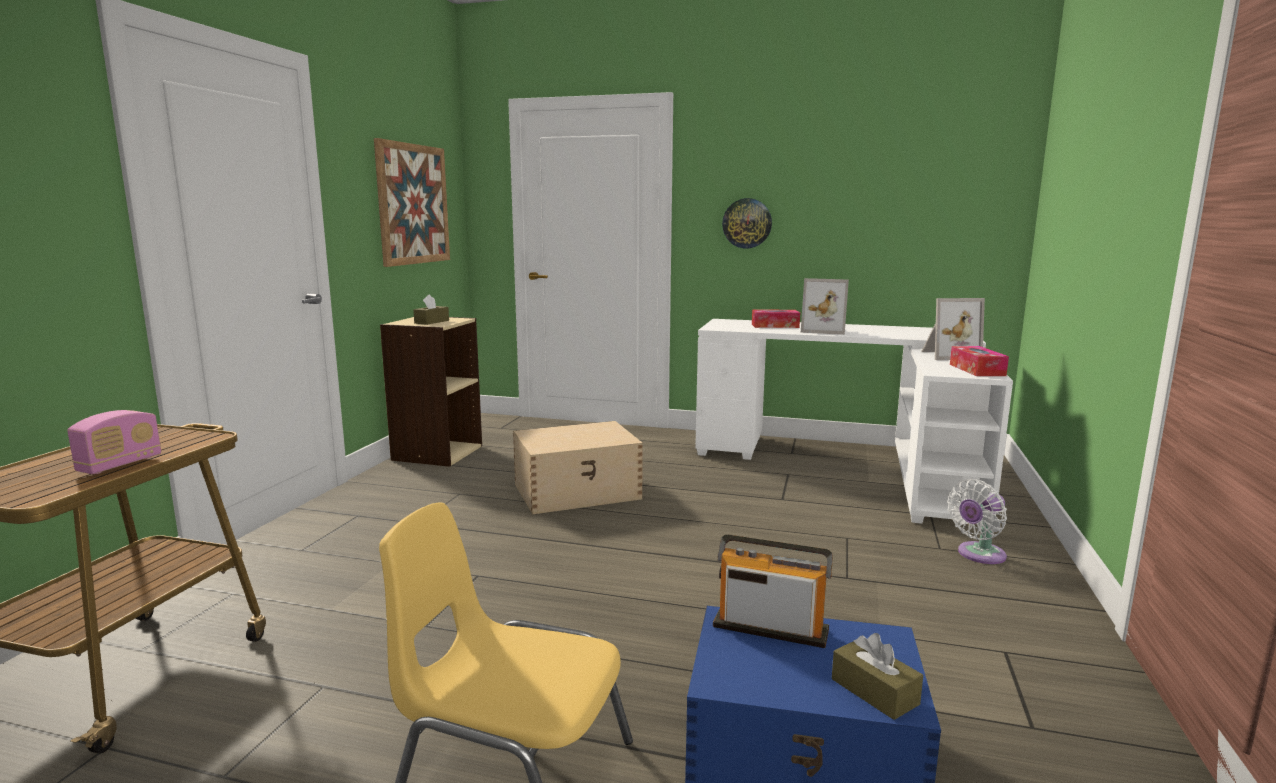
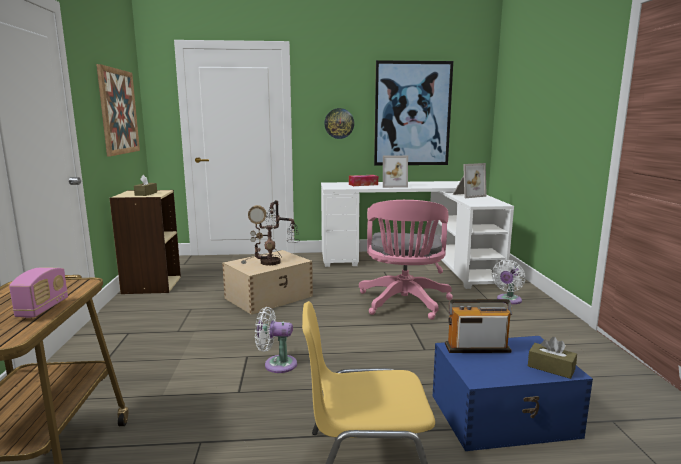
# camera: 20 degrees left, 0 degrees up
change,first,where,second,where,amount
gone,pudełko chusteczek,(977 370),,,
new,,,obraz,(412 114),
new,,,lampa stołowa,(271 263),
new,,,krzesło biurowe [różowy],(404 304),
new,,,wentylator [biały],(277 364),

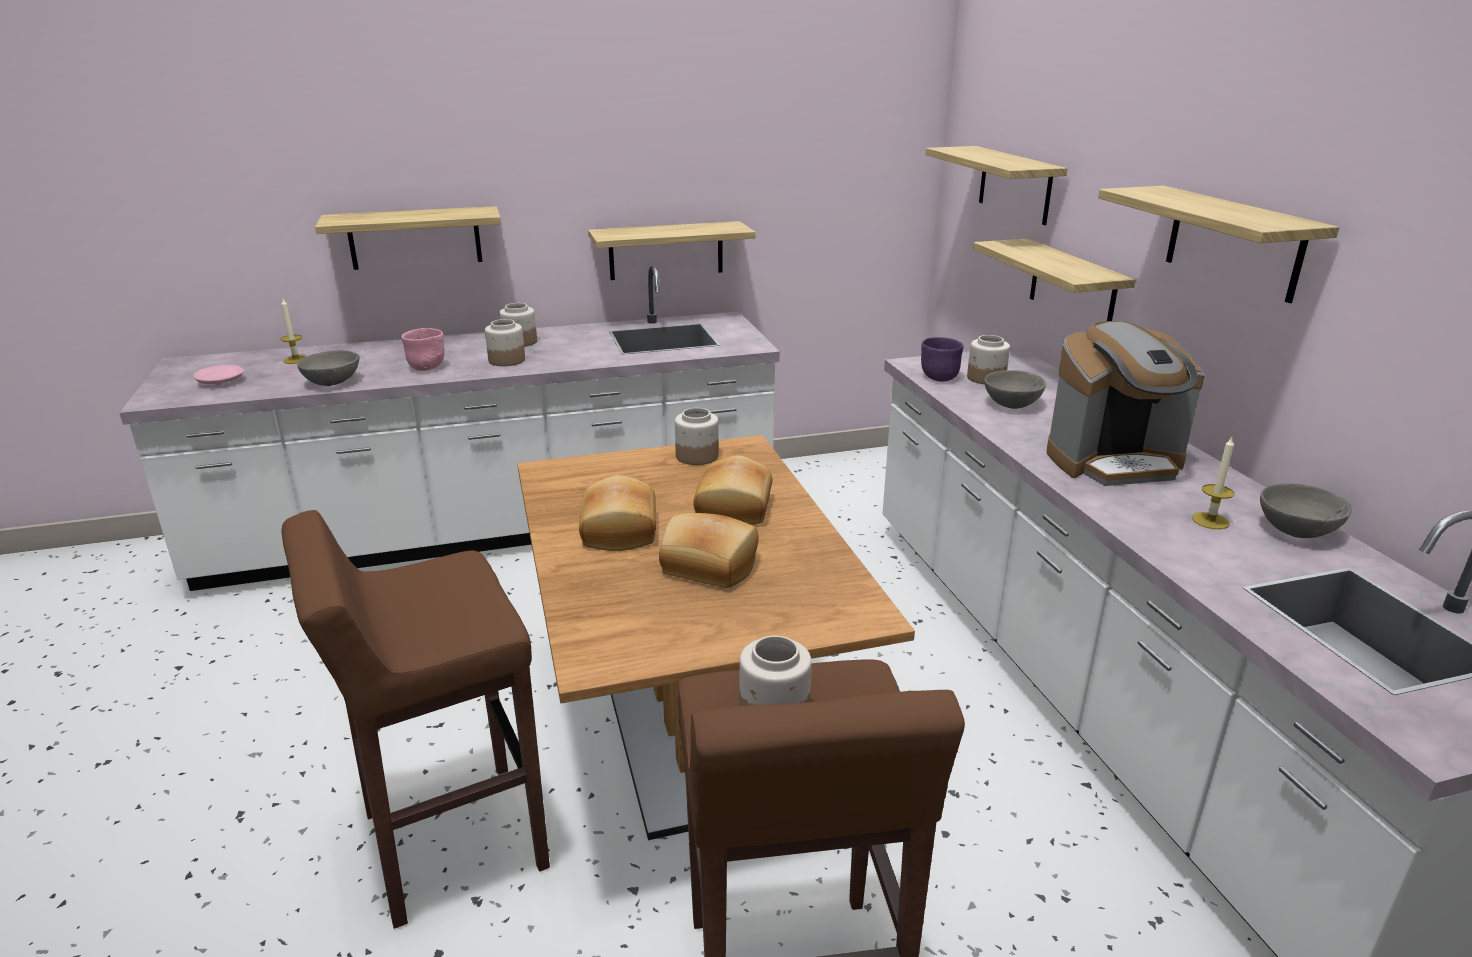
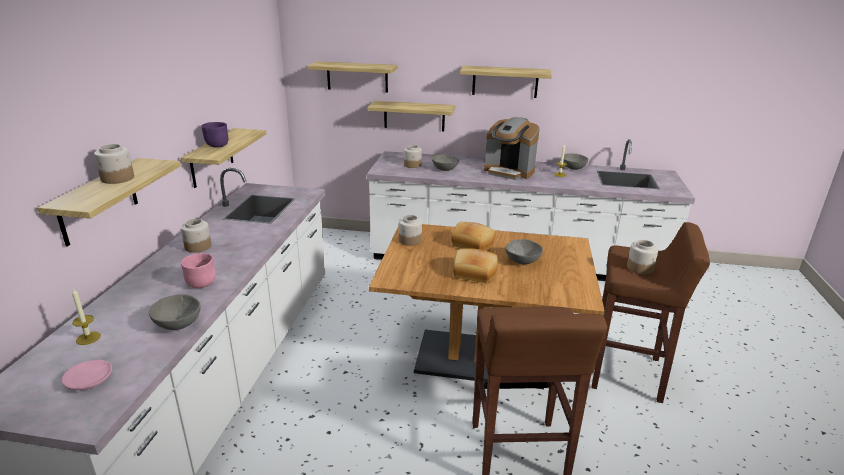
# camera: 65 degrees left, 0 degrees up
change,first,where,second,where,amount
shifted,słoik,(506 360),,(117 178),
rotated,ekspres do kawy,(1114 462),,(509 172),105 degrees clockwise
shifted,miska [fioletowy],(938 378),,(217 146),
swapped,chleb,(708 567),miska [szary],(522 261),

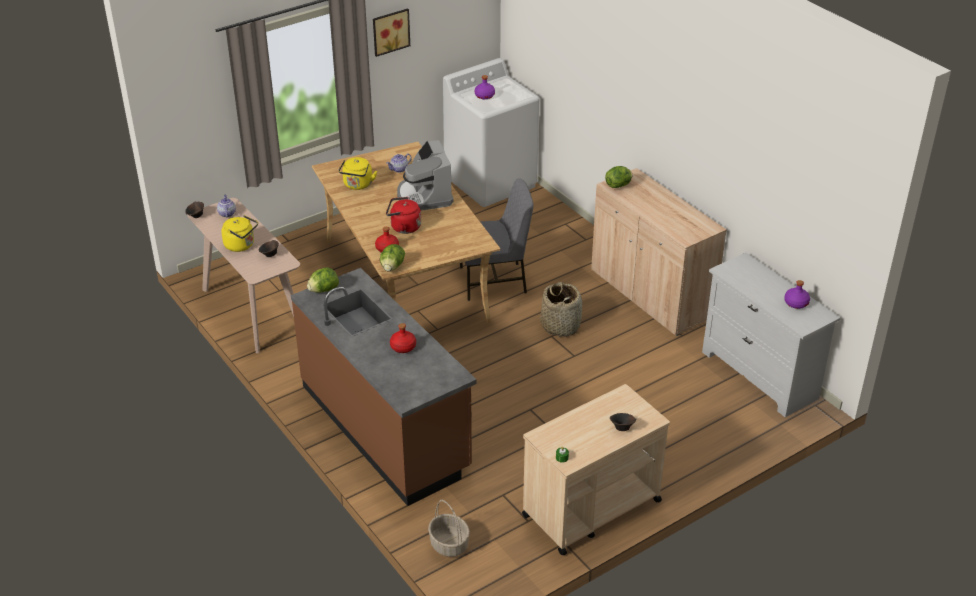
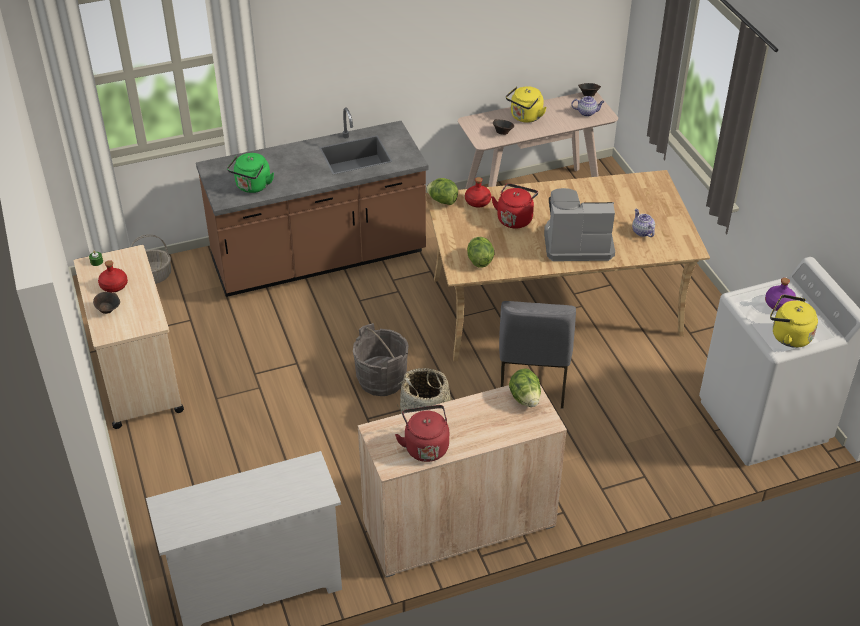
# camera: 105 degrees right, 5 degrees up
change,first,where,second,where,amount
gone,obraz,(390 31),,,
shifted,czajnik [żółty],(357 185),,(788 336),
shifted,sałata,(323 290),,(479 260),
gone,butelka [fioletowy],(795 303),,,
shifted,butelka [czerwony],(403 347),,(113 286),
new,,,czajnik [zielony],(252 186),
new,,,wiadro [szary],(381 380),
new,,,czajnik [czerwony],(425 446),

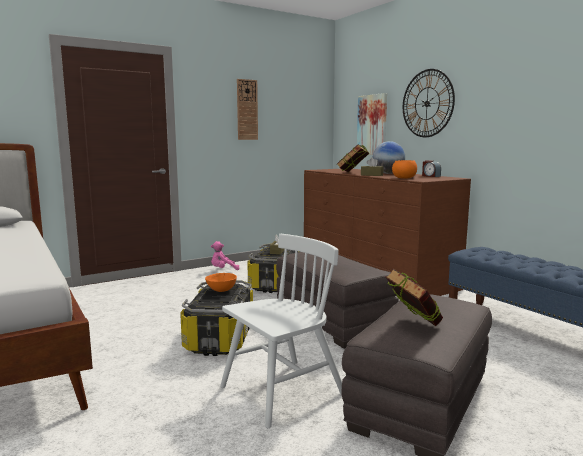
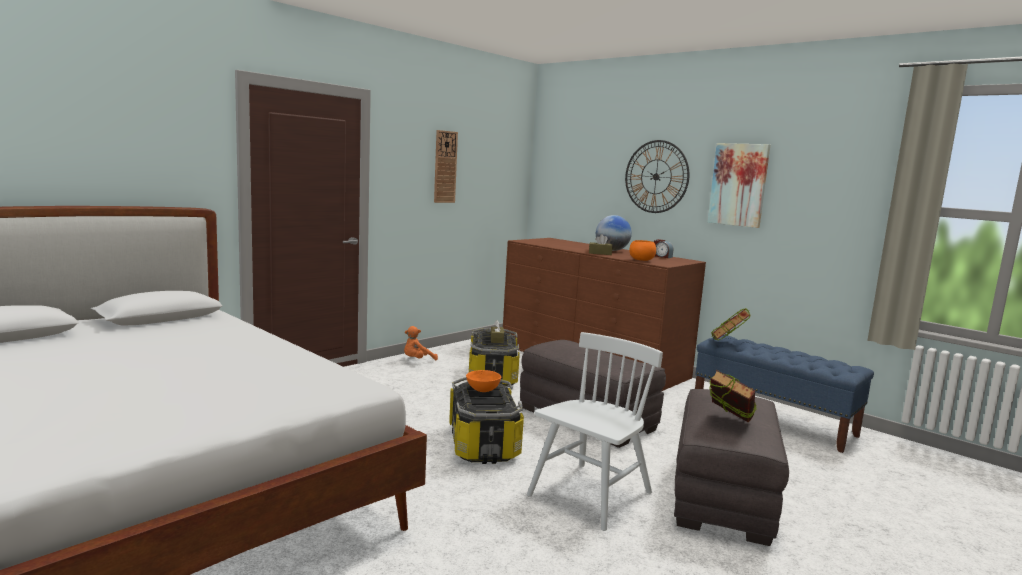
# camera: 15 degrees left, 0 degrees up
change,first,where,second,where,amount
shifted,obraz,(372 125),,(738 185),
shifted,książka,(352 173),,(728 343),
repainted,pluszak [różowy],(223 270),pluszak [pomarańczowy],(417 360),

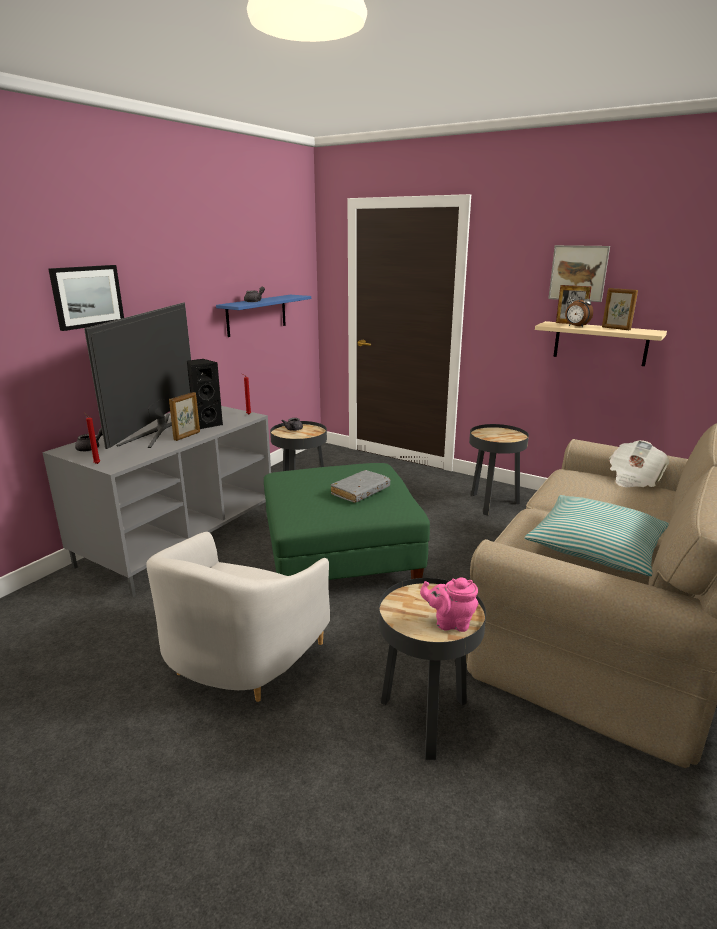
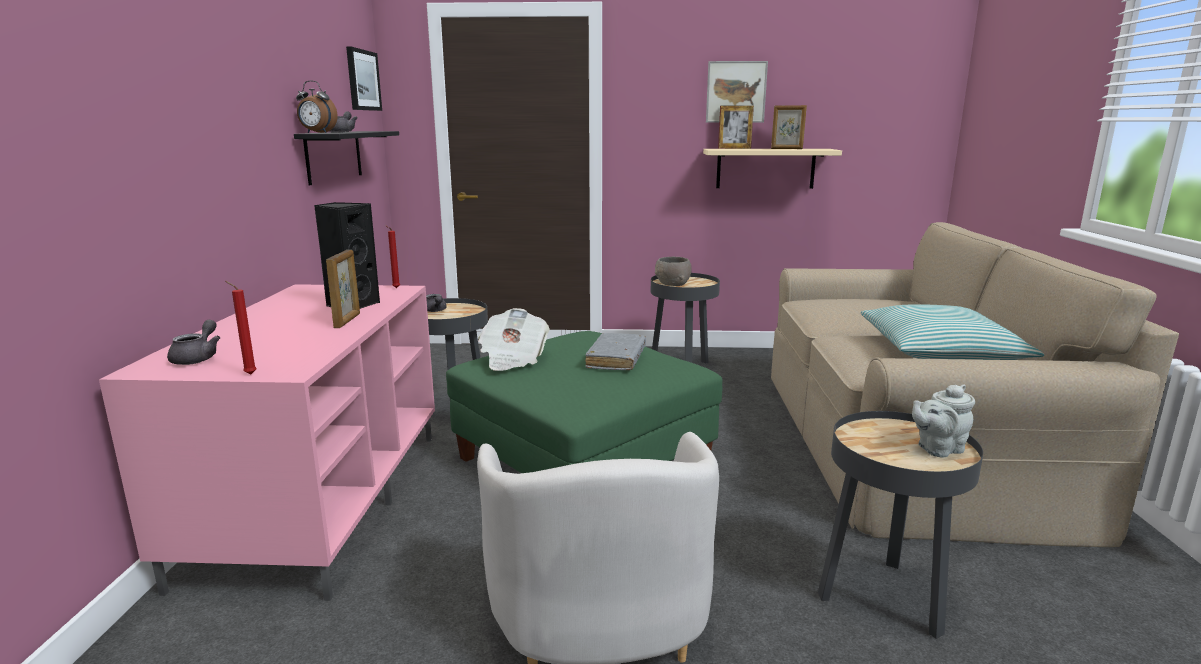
# camera: 30 degrees left, 5 degrees down
change,first,where,second,where,amount
shifted,obraz,(87 296),,(362 80),
shifted,budzik,(576 326),,(317 133),
repainted,półka [niebieski],(256 315),półka [czarny],(334 156),
gone,telewizor,(159 429),,,
repainted,szafka pod telewizor [szary],(179 539),szafka pod telewizor [różowy],(320 500),
shifted,gazeta,(633 478),,(513 358),
repainted,imbryk [różowy],(450 623),imbryk [szary],(937 449),
new,,,miska [szary],(672 284),

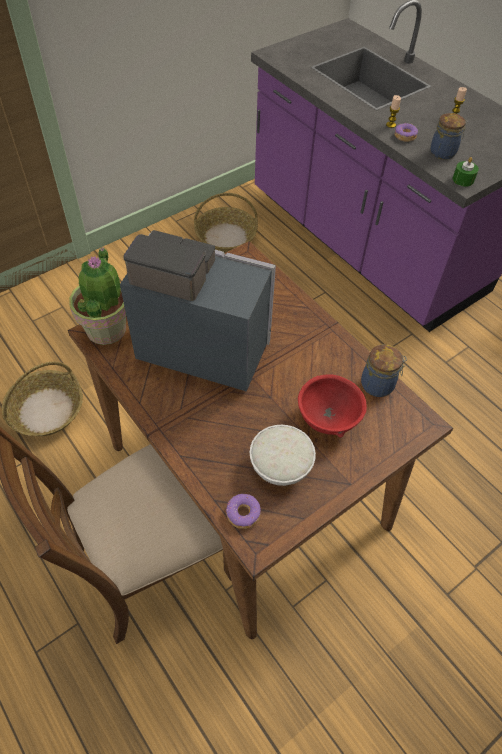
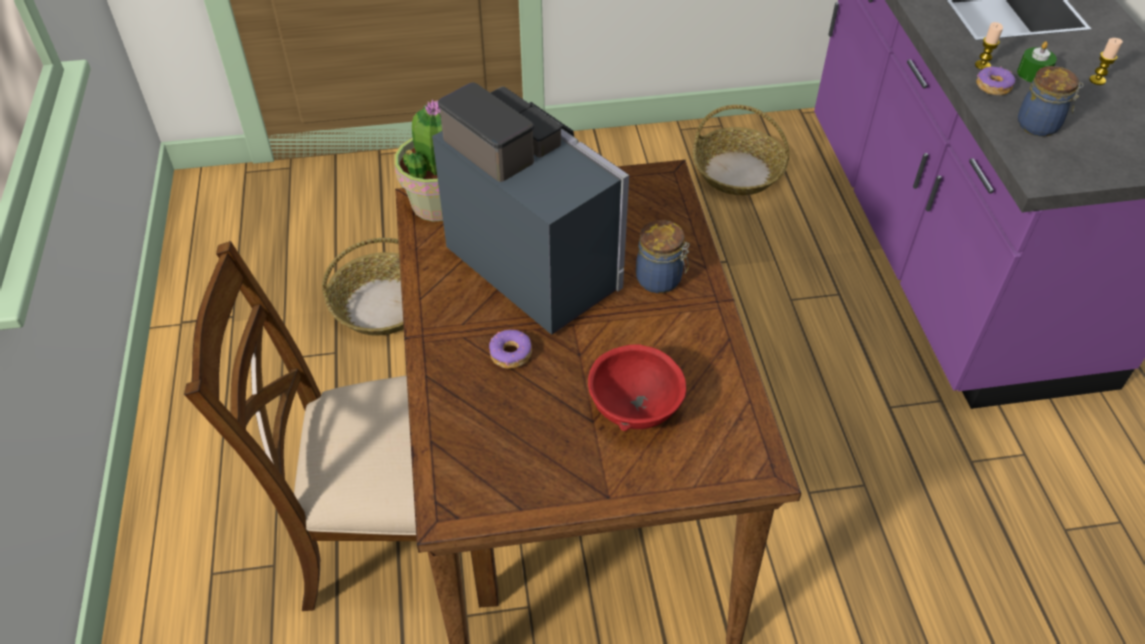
# camera: 30 degrees right, 5 degrees down
change,first,where,second,where,amount
shifted,świeca [zielony],(463 179),,(1033 73),
shifted,słoik,(379 385),,(660 280),
gone,miska [biały],(279 466),,,
shifted,donut,(243 514),,(510 354),

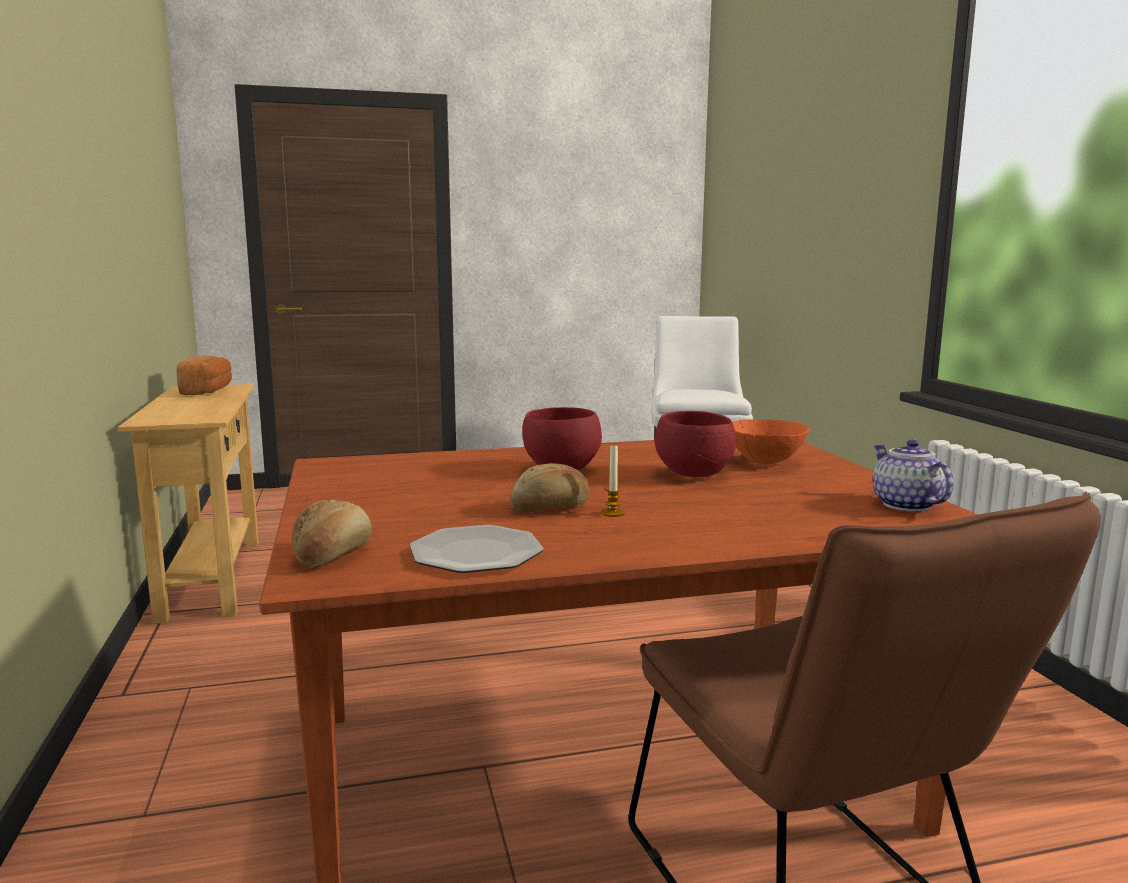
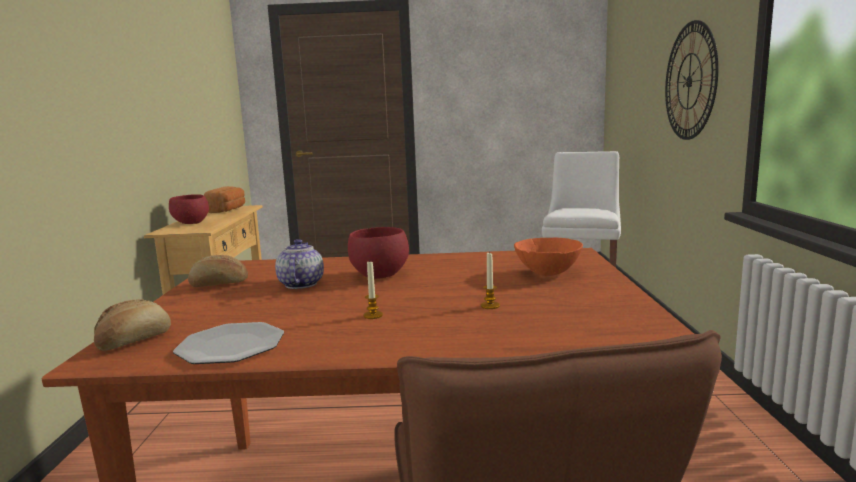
# camera: 15 degrees right, 0 degrees up
change,first,where,second,where,amount
shifted,miska [czerwony],(696 474),,(192 223),
shifted,imbryk,(904 505),,(300 284),
shifted,chleb,(551 508),,(219 285),
new,,,zegar ścienny,(689 81),
new,,,świeca,(490 306),

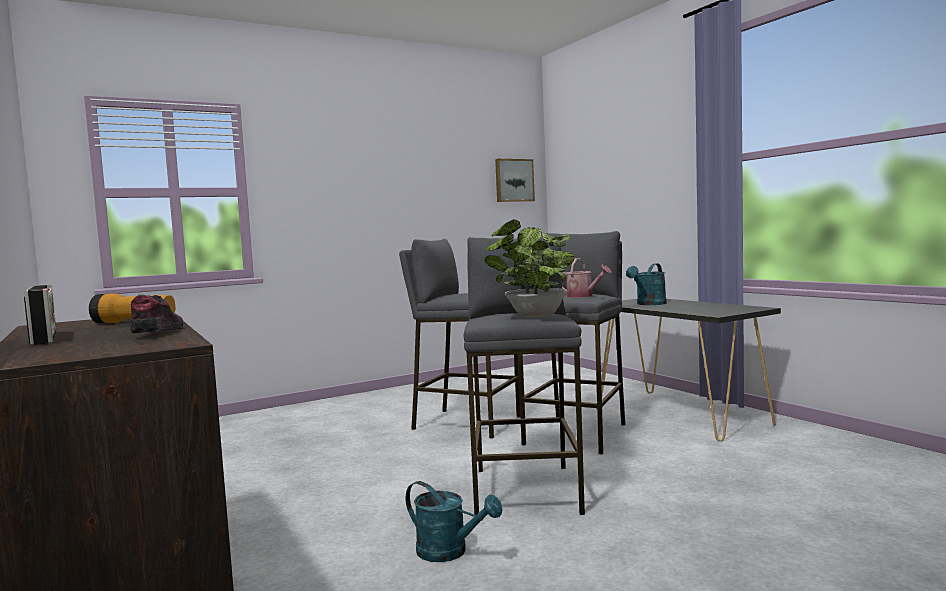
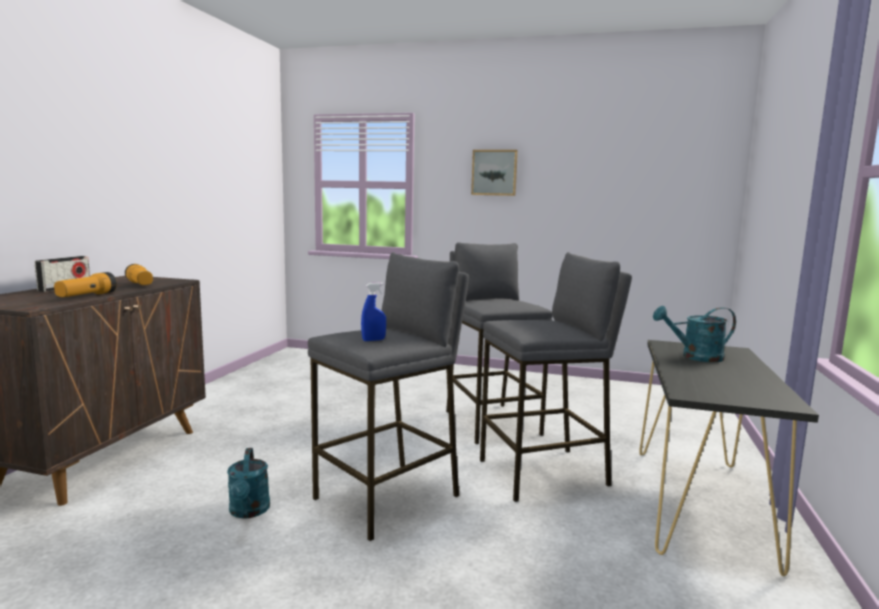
# camera: 45 degrees right, 5 degrees up
change,first,where,second,where,amount
shifted,obraz,(513 180),,(494 172),
swapped,roślina doniczkowa,(533 316),spryskiwacz [niebieski],(373 340),
gone,konewka,(583 296),,,
swapped,but,(159 332),latarka,(86 296),

